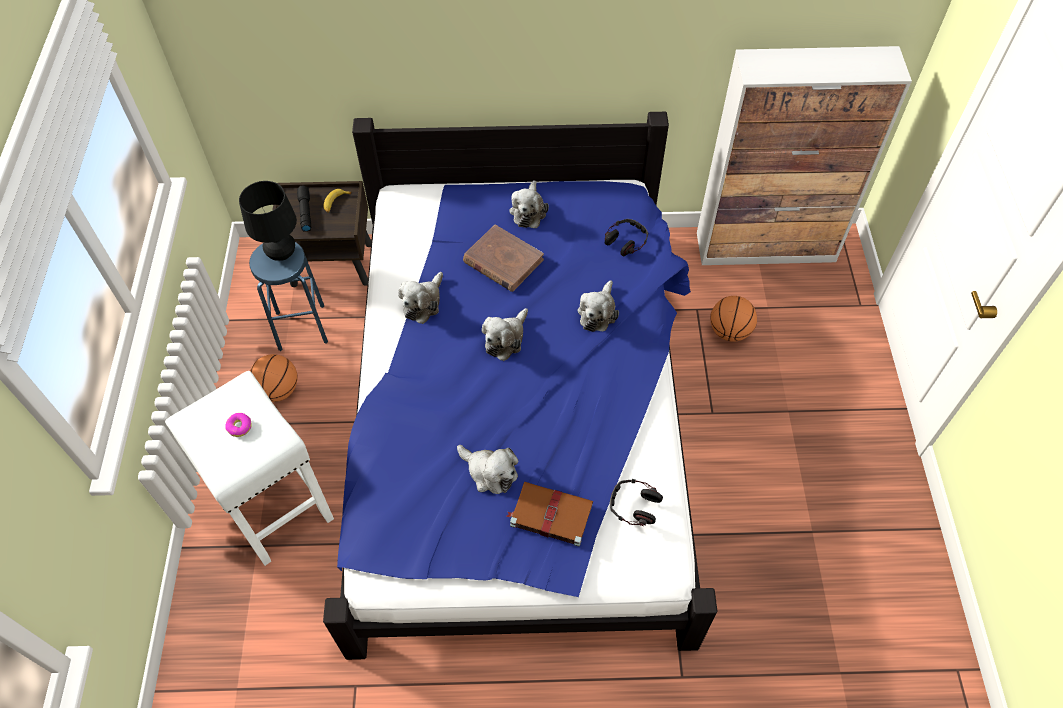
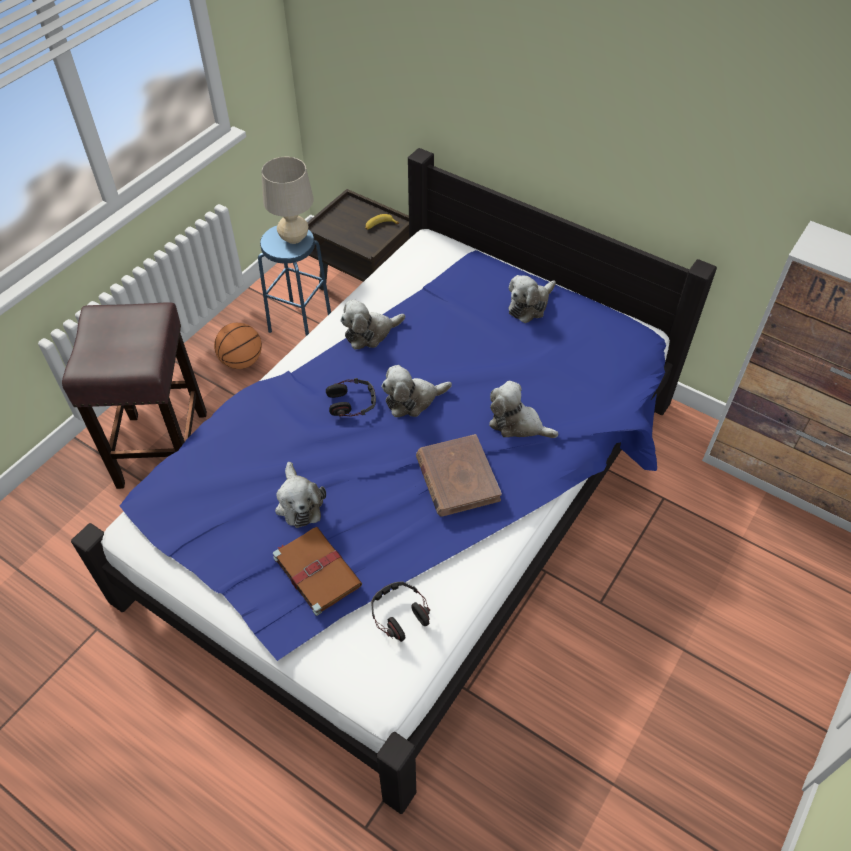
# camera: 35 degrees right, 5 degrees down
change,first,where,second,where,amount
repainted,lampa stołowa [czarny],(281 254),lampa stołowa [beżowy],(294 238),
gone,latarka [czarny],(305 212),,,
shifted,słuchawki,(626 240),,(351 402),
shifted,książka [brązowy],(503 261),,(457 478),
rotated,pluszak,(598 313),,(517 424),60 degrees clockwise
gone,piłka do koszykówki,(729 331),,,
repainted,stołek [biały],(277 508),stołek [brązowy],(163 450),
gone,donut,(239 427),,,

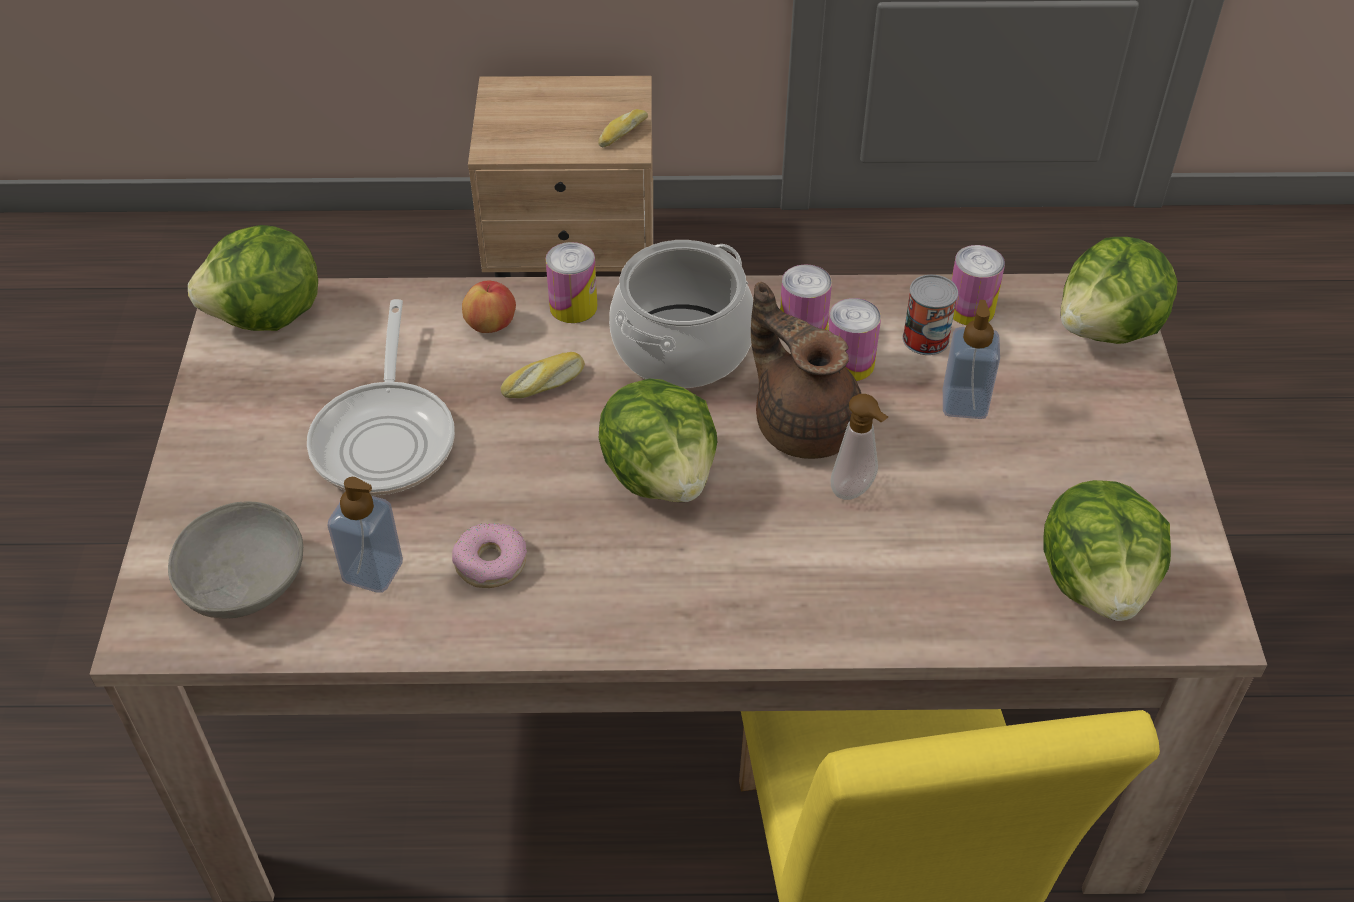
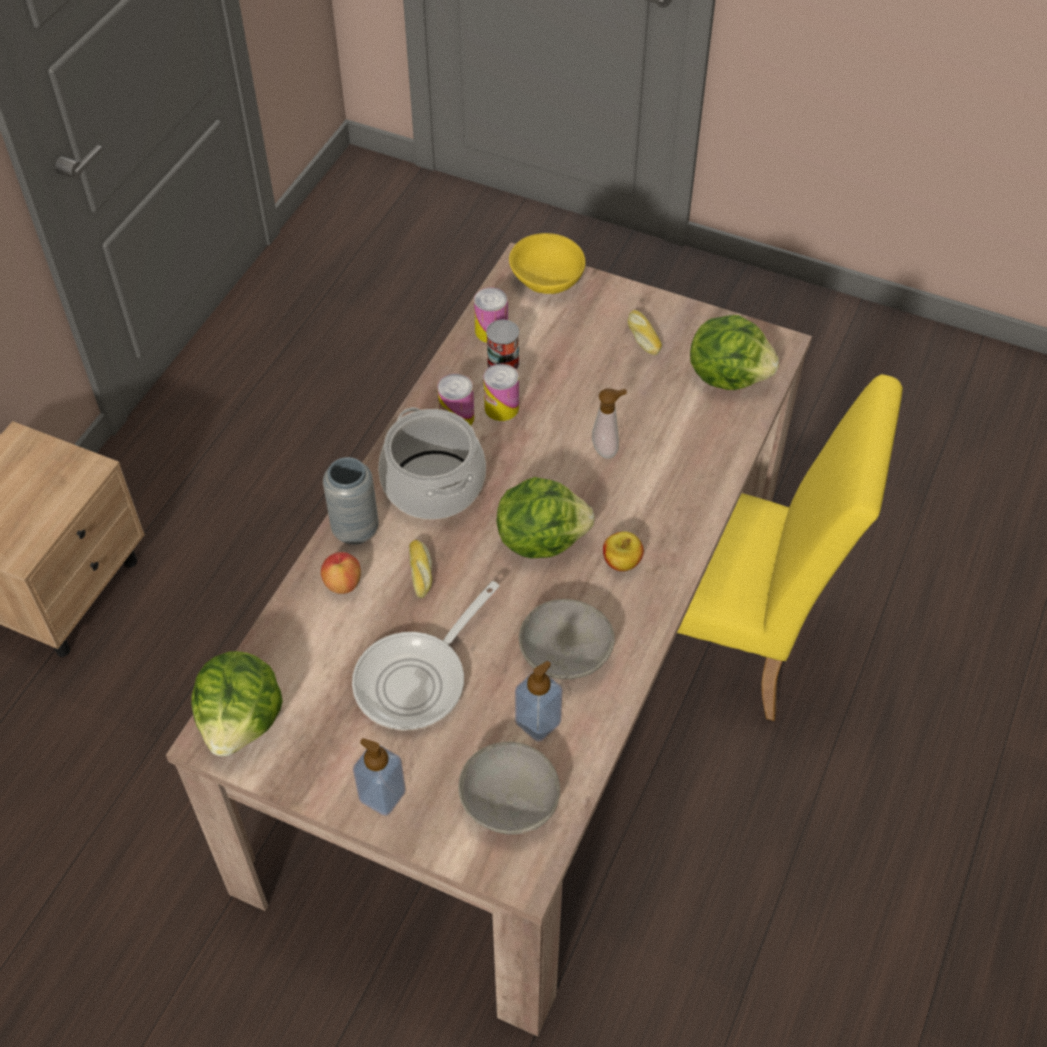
# camera: 65 degrees left, 5 degrees up
change,first,where,second,where,amount
shifted,chleb,(622 133),,(642 337),
swapped,sałata,(1108 330),miska [żółty],(547 279),
swapped,puszka,(573 306),wazon [szary],(355 530),
gone,imbryk [brązowy],(803 423),,,
rotated,patelnia,(386 437),,(417 679),105 degrees clockwise
shifted,dozownik mydła,(964 403),,(382 795),
swapped,donut,(491 562),miska [szary],(565 653),
new,,,jabłko,(621 562),

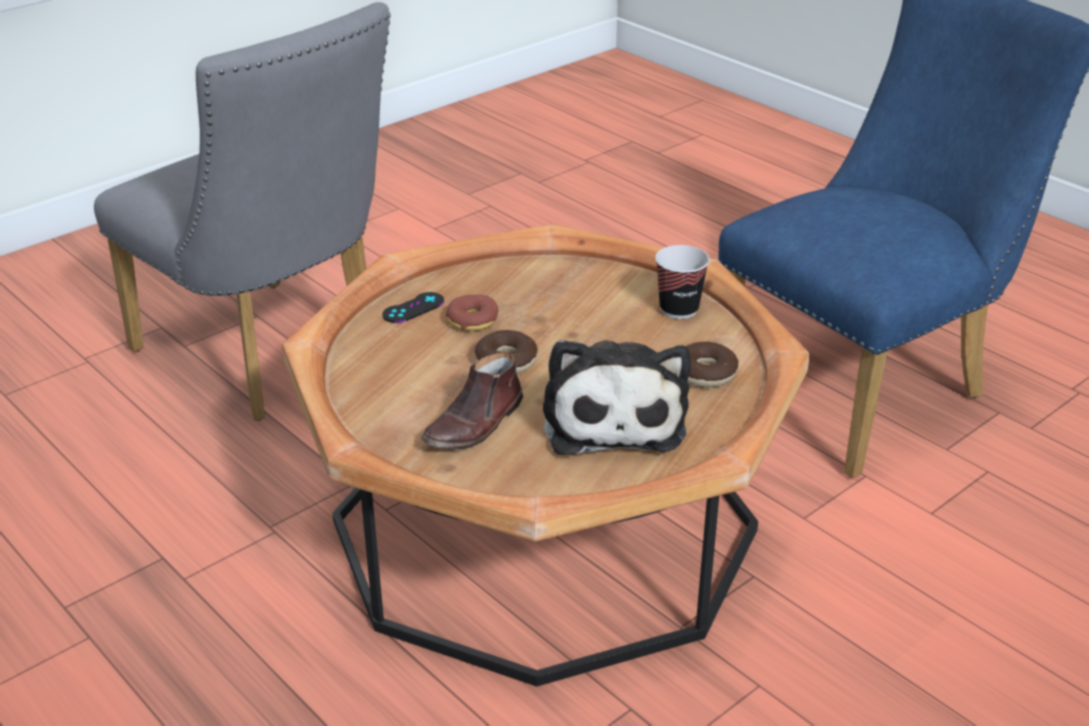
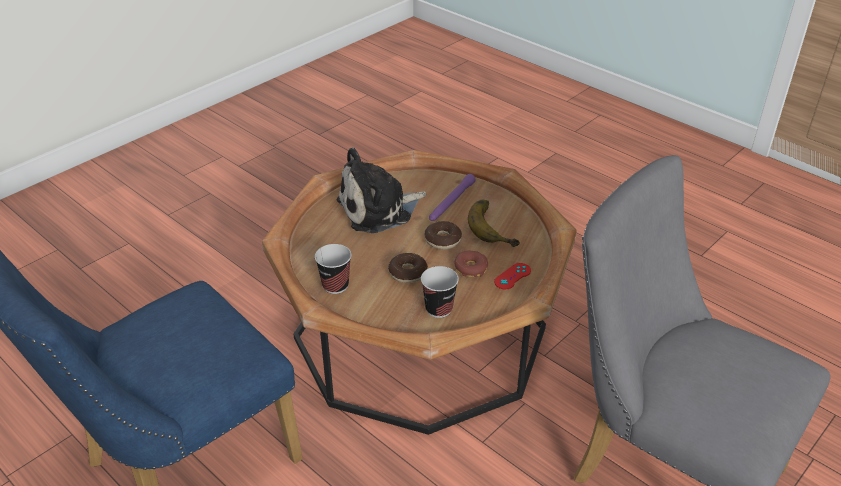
# camera: 175 degrees right, 5 degrees up
change,first,where,second,where,amount
repainted,pad do gier [czarny],(413 308),pad do gier [czerwony],(512 276),
rotated,pluszak,(612 418),,(379 209),105 degrees counterclockwise
shifted,donut,(705 373),,(408 273),
swapped,but [brązowy],(475 424),latarka [fioletowy],(451 202),
new,,,banan,(495 226),
new,,,filiżanka,(439 309),

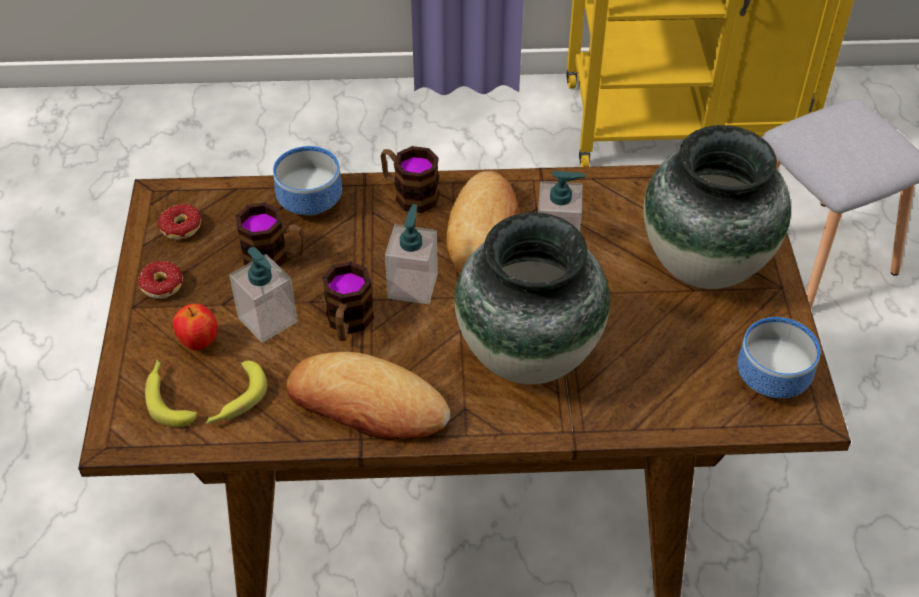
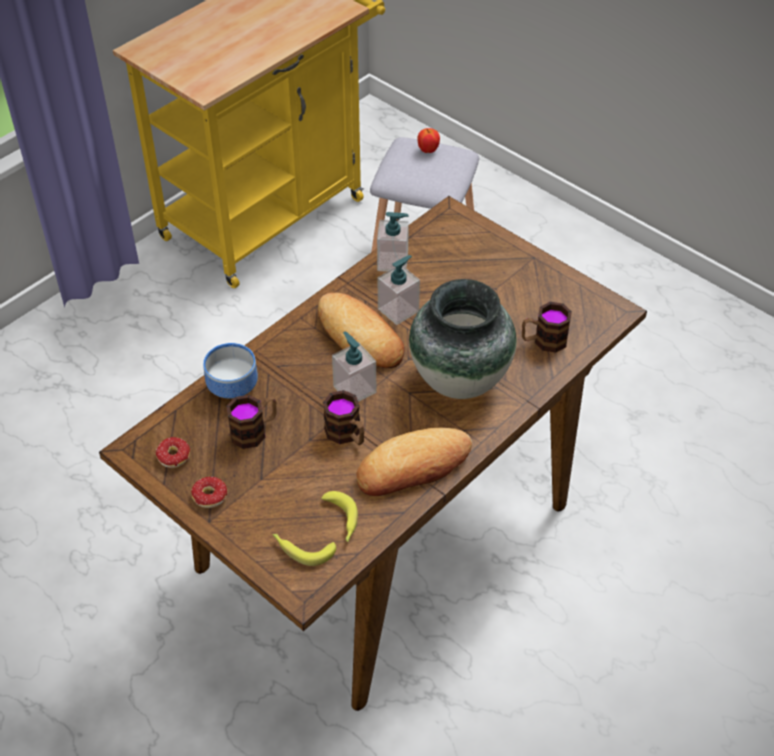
# camera: 45 degrees left, 0 degrees up
change,first,where,second,where,amount
gone,wazon,(703 264),,,
shifted,kubek,(409 194),,(543 341),
shifted,dozownik mydła,(268 320),,(393 262),
shifted,jabłko,(199 342),,(428 150),
gone,miska,(773 376),,,

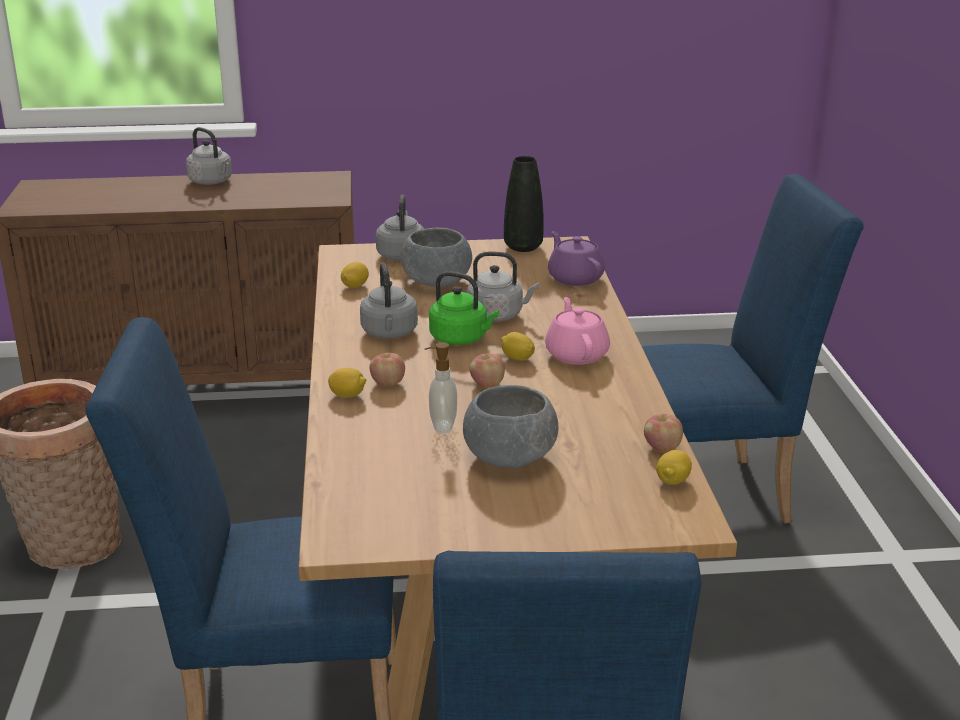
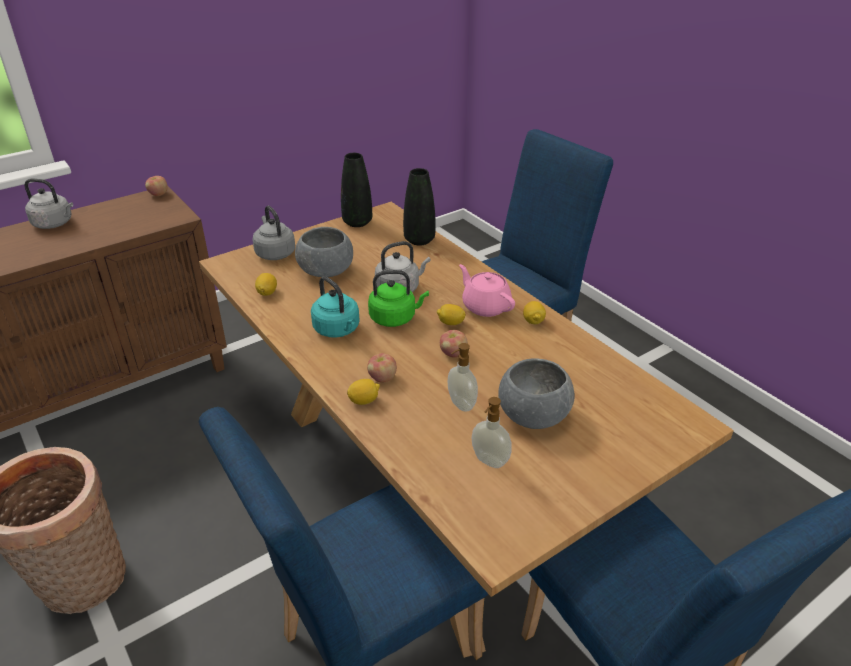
# camera: 30 degrees left, 10 degrees up
change,first,where,second,where,amount
swapped,imbryk [fioletowy],(575 278),wazon [czarny],(419 240),
repainted,czajnik [szary],(389 333),czajnik [turkusowy],(338 330),
shifted,jabłko,(662 447),,(158 194),
shifted,cytryna,(672 481),,(533 321),
new,,,dozownik mydła,(489 461),

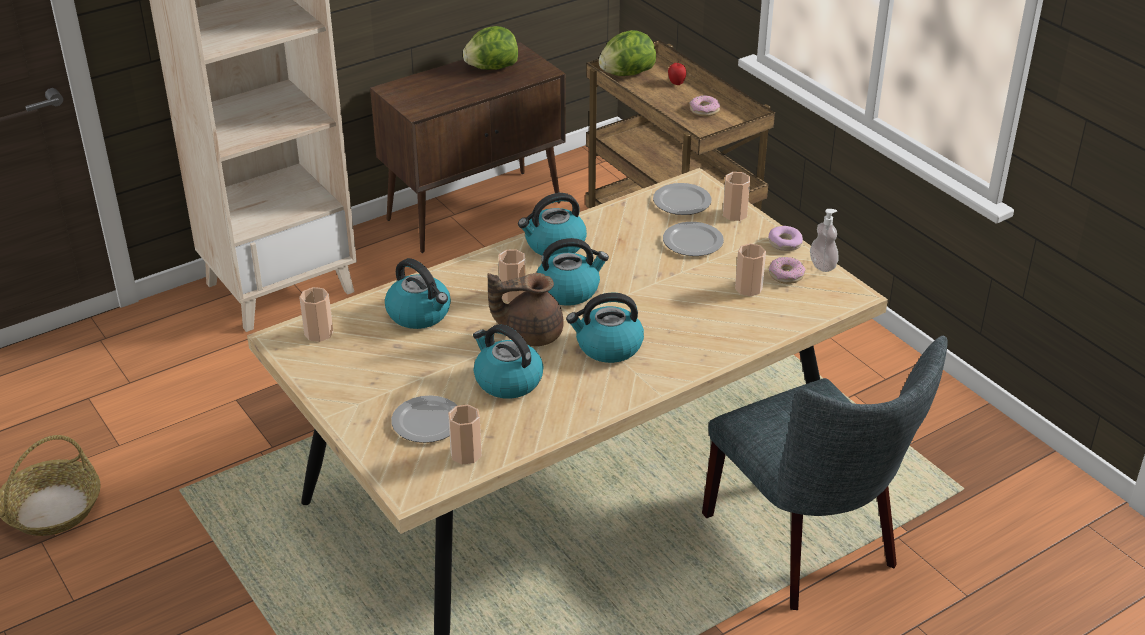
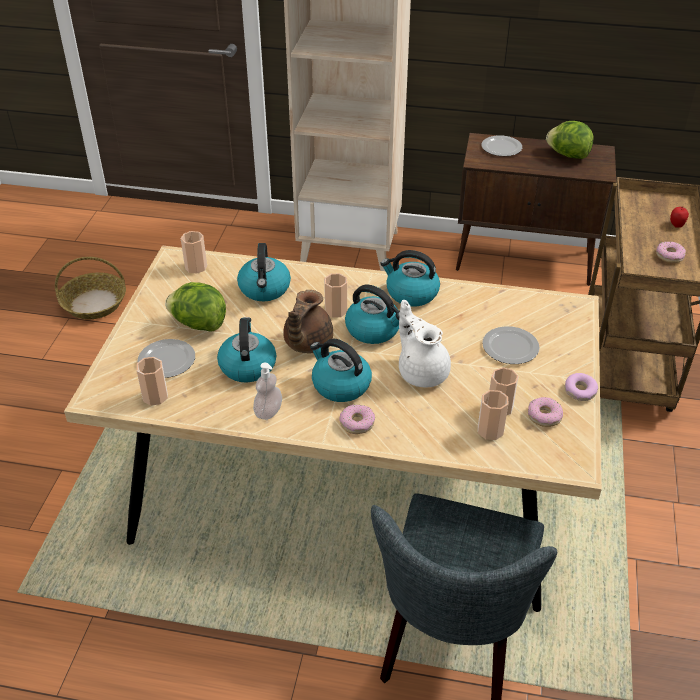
# camera: 45 degrees right, 5 degrees up
change,first,where,second,where,amount
shifted,sałata,(626 74),,(198 324),
shifted,filiżanka,(734 214),,(490 430),
shifted,talerz,(683 201),,(502 148),
shifted,dozownik mydła,(822 265),,(268 412),
rotated,imbryk [brązowy],(530 334),,(306 343),105 degrees counterclockwise
new,,,imbryk [biały],(422 371),
new,,,donut,(357 423),

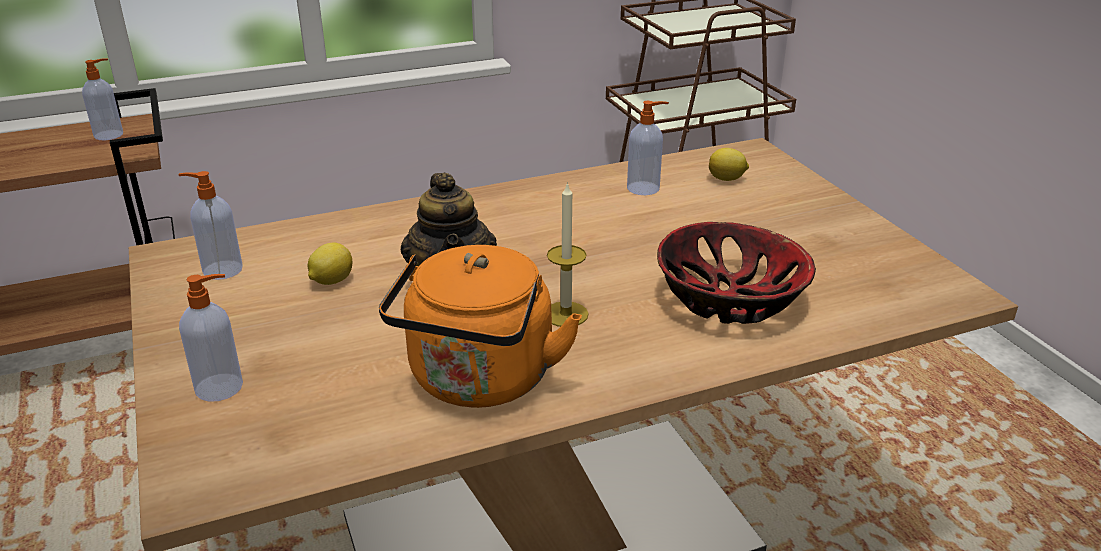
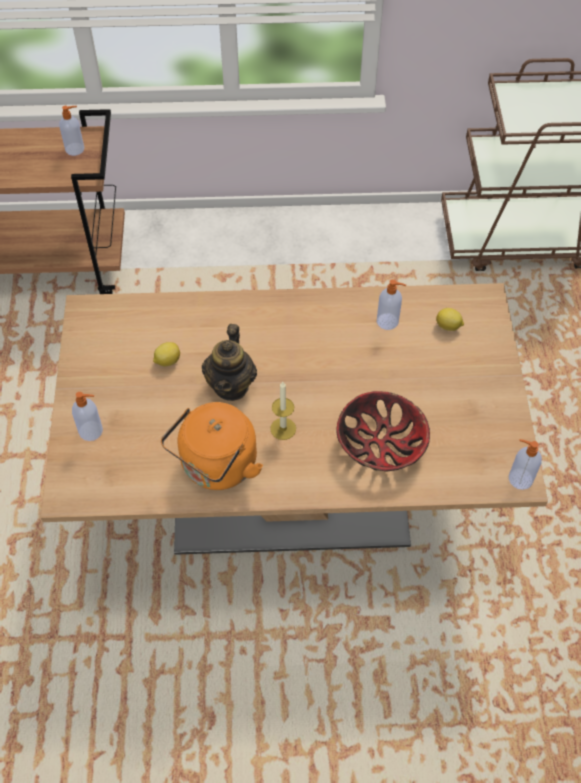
# camera: 20 degrees right, 25 degrees up
change,first,where,second,where,amount
shifted,dozownik mydła,(221 270),,(519 478),

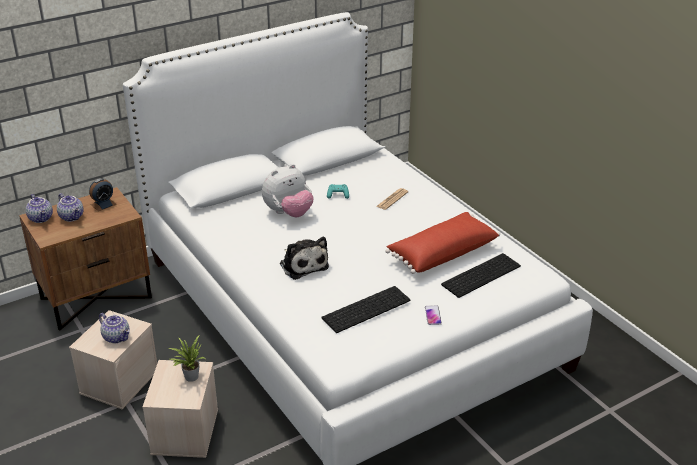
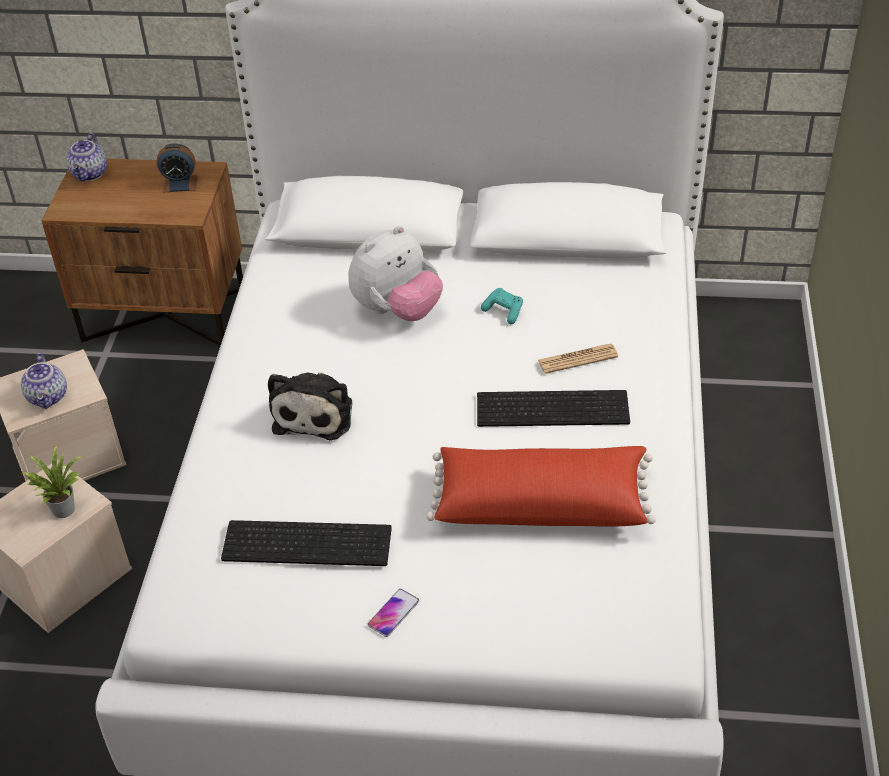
# camera: 40 degrees right, 10 degrees up
change,first,where,second,where,amount
rotated,pluszak,(288 213),,(397 310),45 degrees counterclockwise
gone,imbryk,(72 217),,,
shifted,klawiatura,(480 274),,(554 407),

